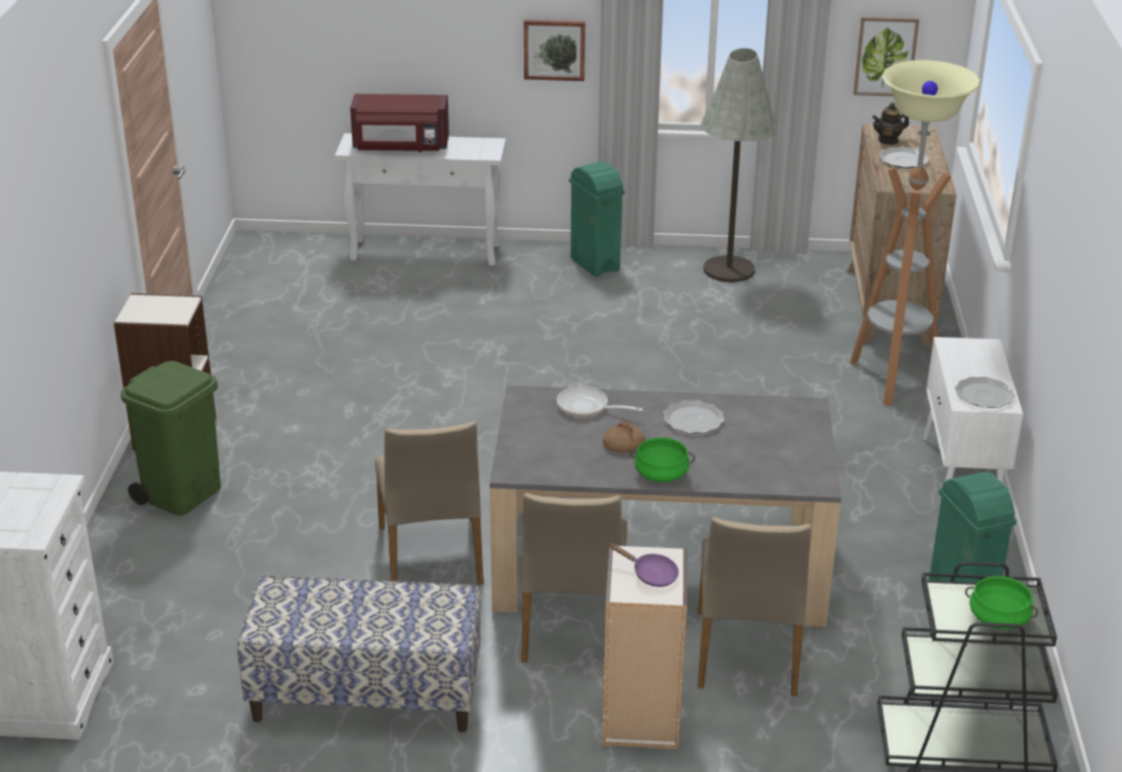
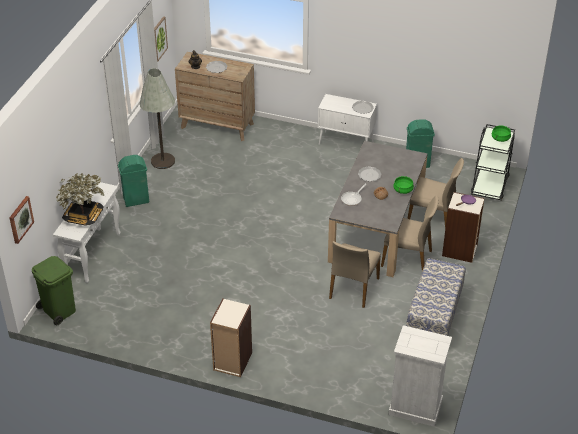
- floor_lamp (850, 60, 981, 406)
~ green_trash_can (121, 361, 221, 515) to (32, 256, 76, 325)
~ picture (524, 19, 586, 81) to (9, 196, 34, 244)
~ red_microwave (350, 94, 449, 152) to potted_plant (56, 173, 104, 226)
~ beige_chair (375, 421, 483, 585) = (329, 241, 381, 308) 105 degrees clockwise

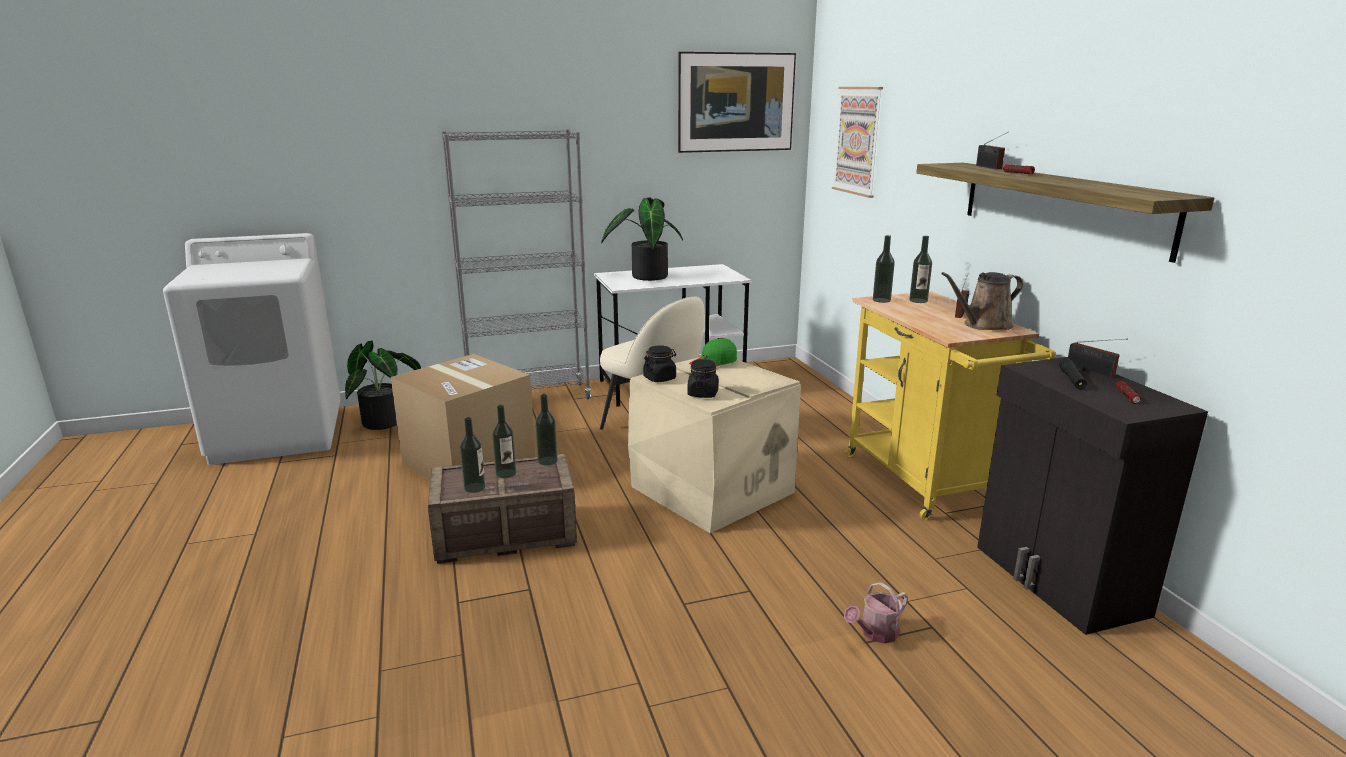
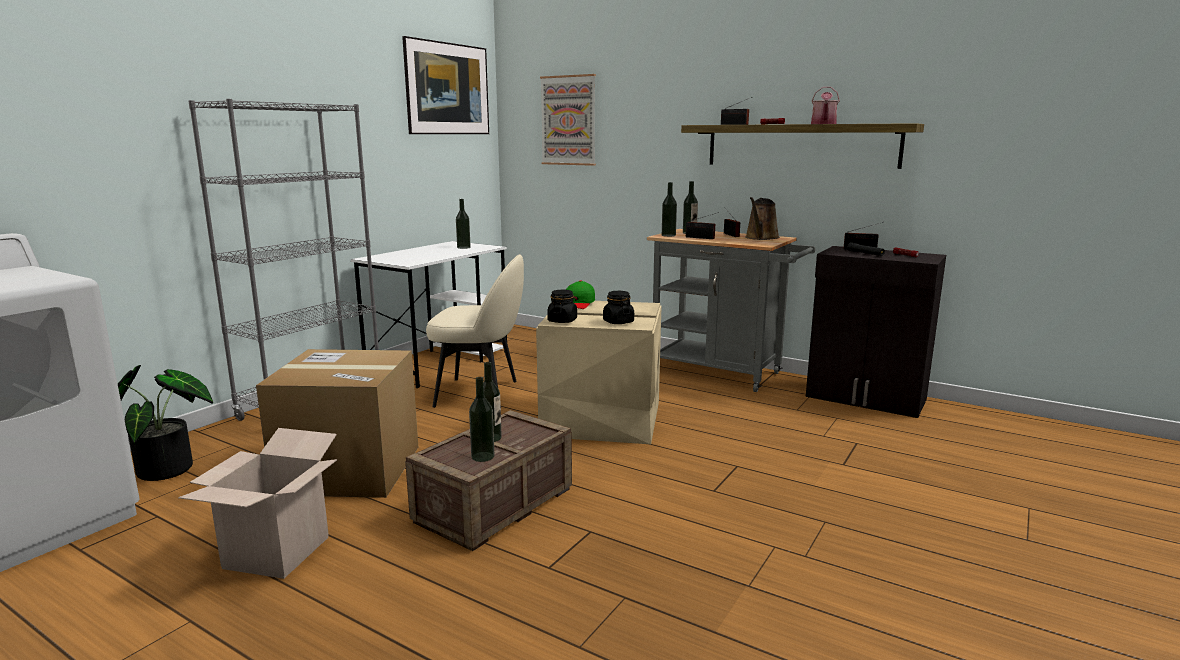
- potted_plant (601, 197, 683, 281)
+ cardboard_box (178, 428, 337, 579)
+ radio (686, 212, 719, 239)
~ bottle (535, 394, 558, 465) to (456, 199, 471, 249)
~ watering_can (844, 582, 908, 644) to (811, 87, 840, 124)
~ yellow_cart (845, 291, 1056, 520) to grey_cart (647, 229, 816, 392)

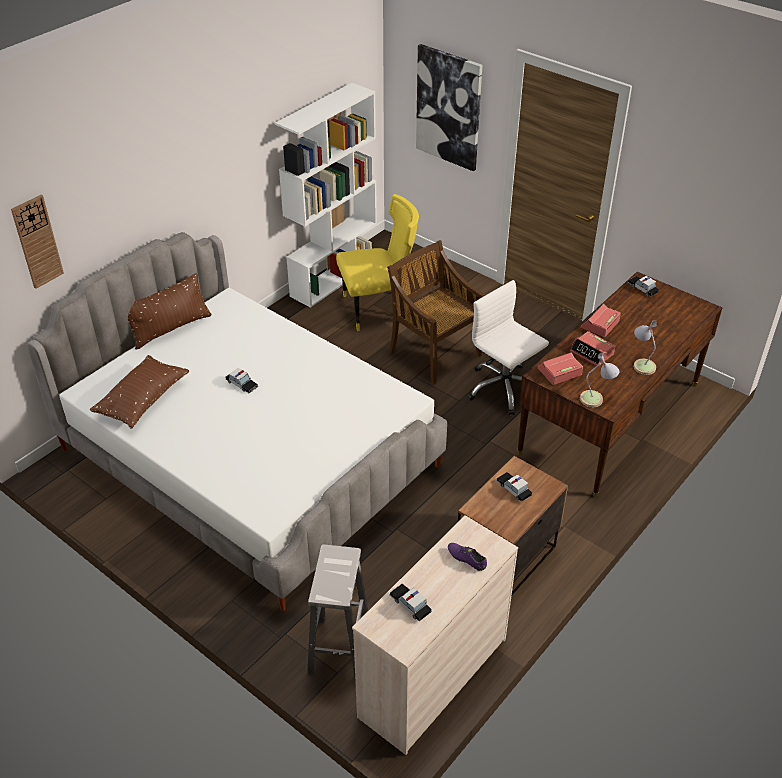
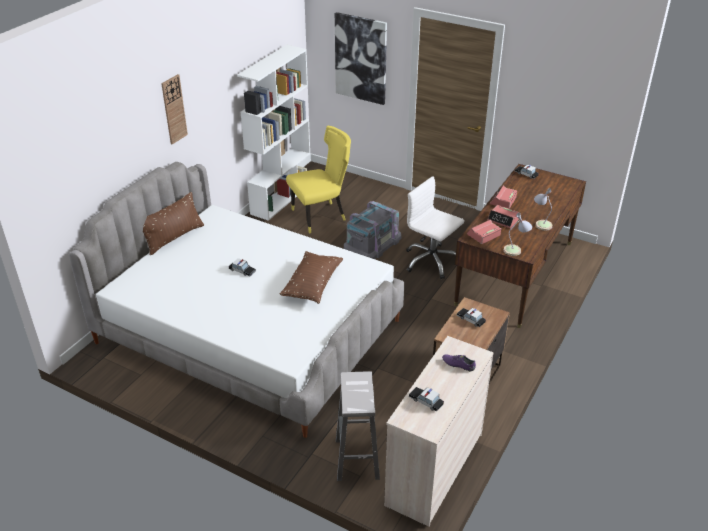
~ wall_clock (11, 194, 64, 289) to (161, 74, 188, 145)
~ brown_pillow (90, 355, 189, 428) to (280, 251, 343, 304)
~ brown_chair (387, 240, 485, 384) to grey_storage_box (344, 201, 401, 259)

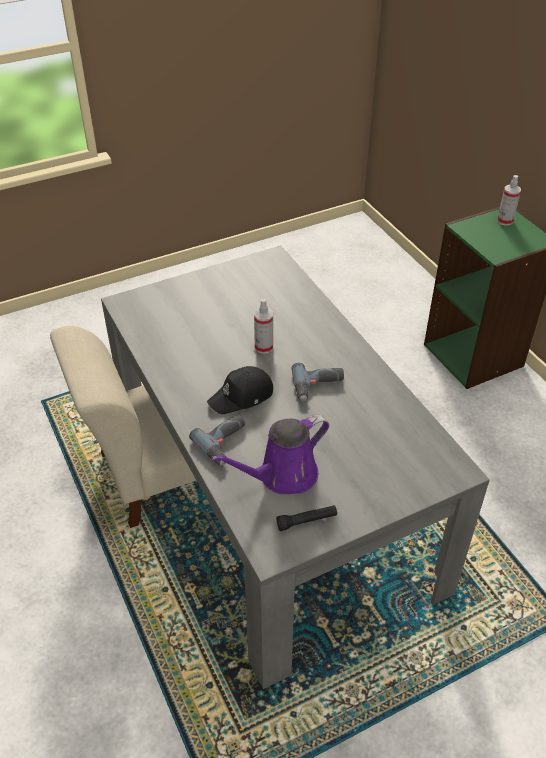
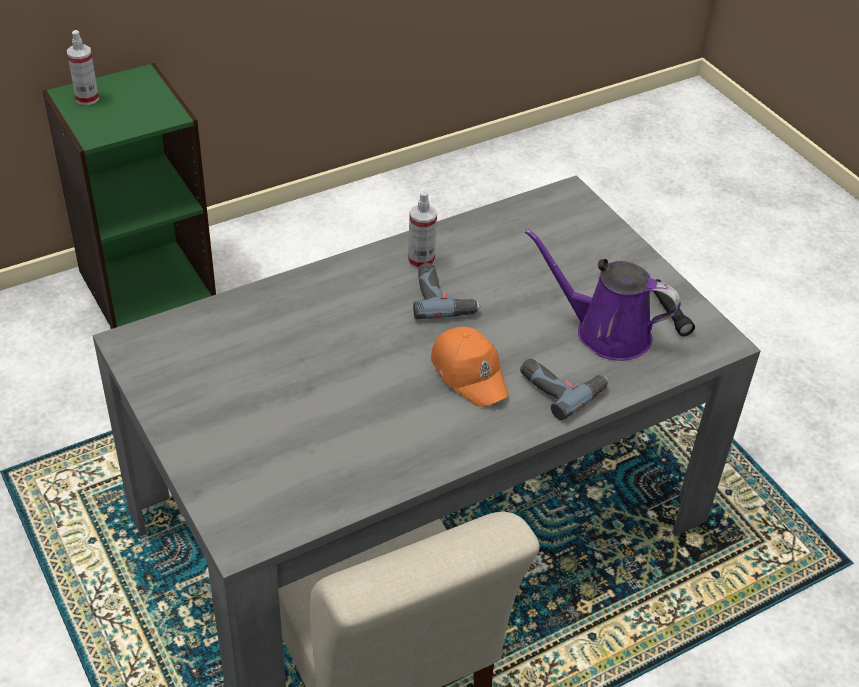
~ spray_bottle (254, 299, 273, 354) to (408, 191, 437, 269)
~ black_cap (207, 366, 273, 414) to orange_cap (431, 327, 509, 407)
~ purple_watering_can (211, 415, 329, 494) = (525, 229, 681, 361) 150 degrees clockwise

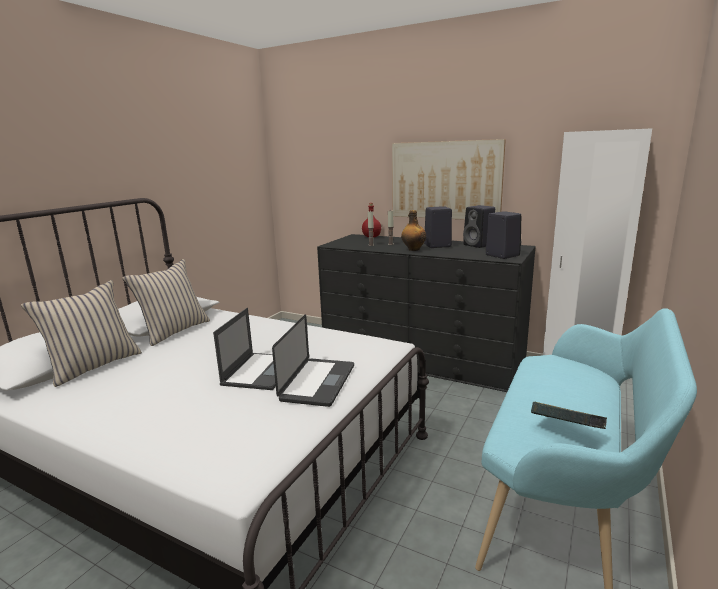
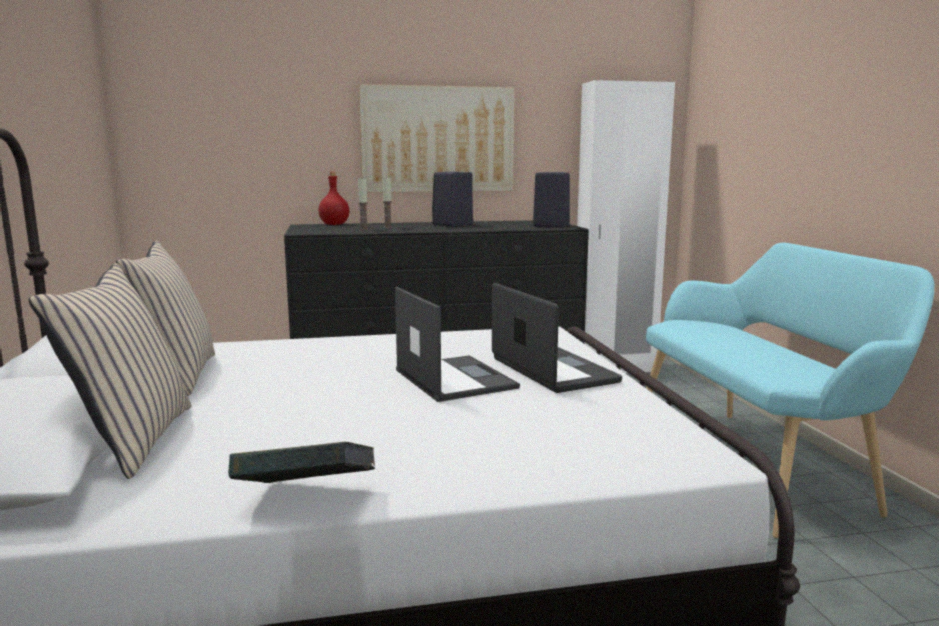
- bottle (401, 210, 426, 251)
- black_speaker (463, 205, 495, 248)
~ book (531, 402, 607, 429) to (228, 442, 375, 483)

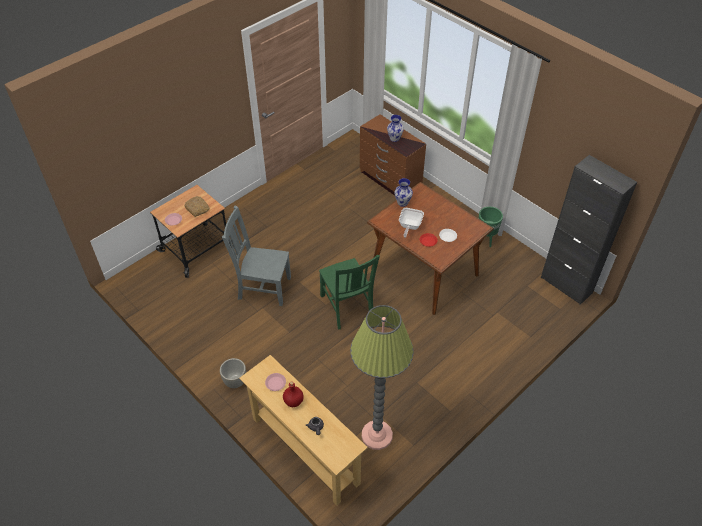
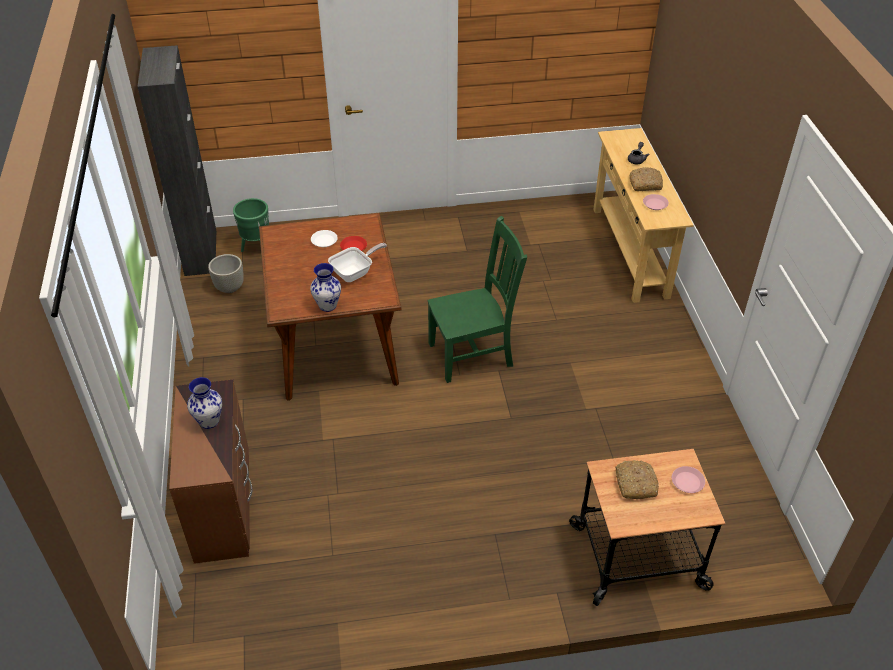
- grey_chair (222, 206, 291, 306)
- floor_lamp (350, 305, 414, 450)
~ grey_planter (220, 358, 246, 388) to (208, 254, 244, 293)
~ green_planter (479, 207, 503, 247) to (233, 198, 269, 252)
~ red_bottle (283, 381, 304, 407) to bread (630, 167, 663, 191)
~ green_chair (319, 255, 380, 329) = (428, 216, 527, 383) 60 degrees clockwise

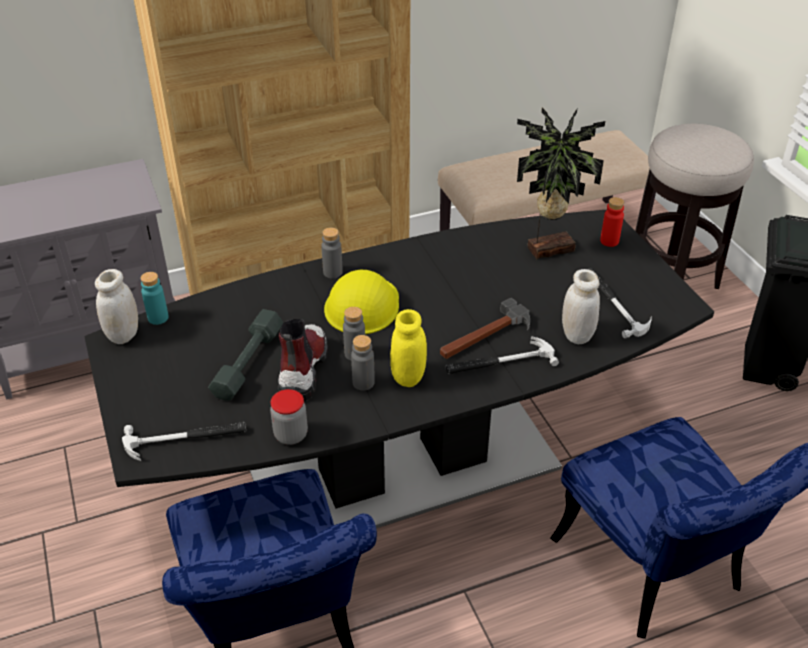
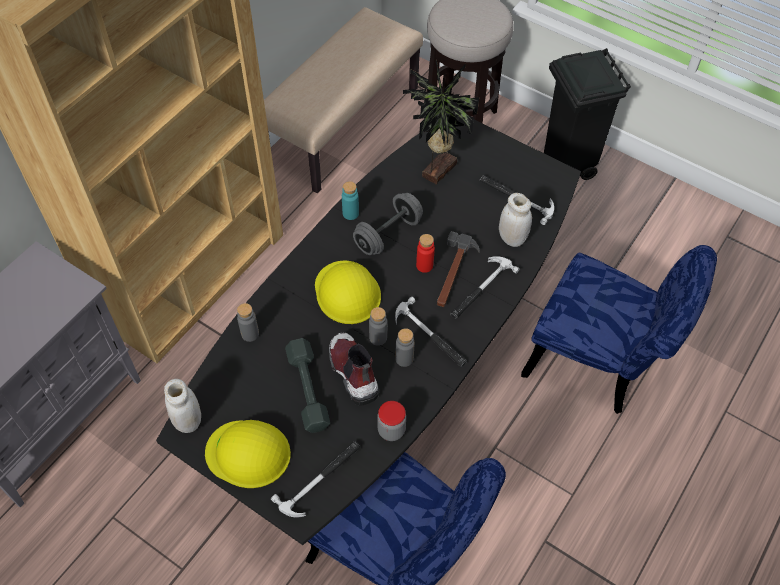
+ yellow_hard_hat (205, 420, 291, 488)
+ grey_dumbbell (353, 193, 423, 255)
~ turquoise_bottle (140, 272, 169, 325) to (342, 181, 359, 220)
~ grey_bottle (321, 227, 343, 278) to (237, 303, 259, 342)
~ red_bottle (600, 197, 624, 247) to (416, 234, 435, 273)
~ yellow_jar (390, 309, 427, 387) to hammer (395, 297, 467, 367)

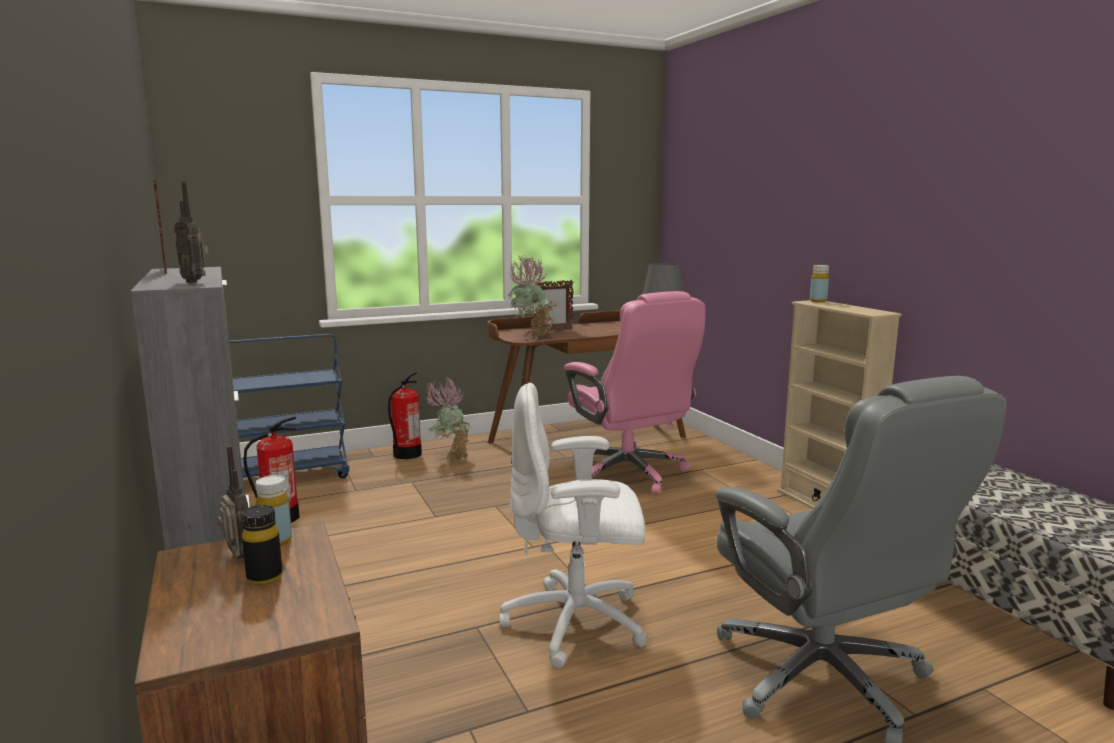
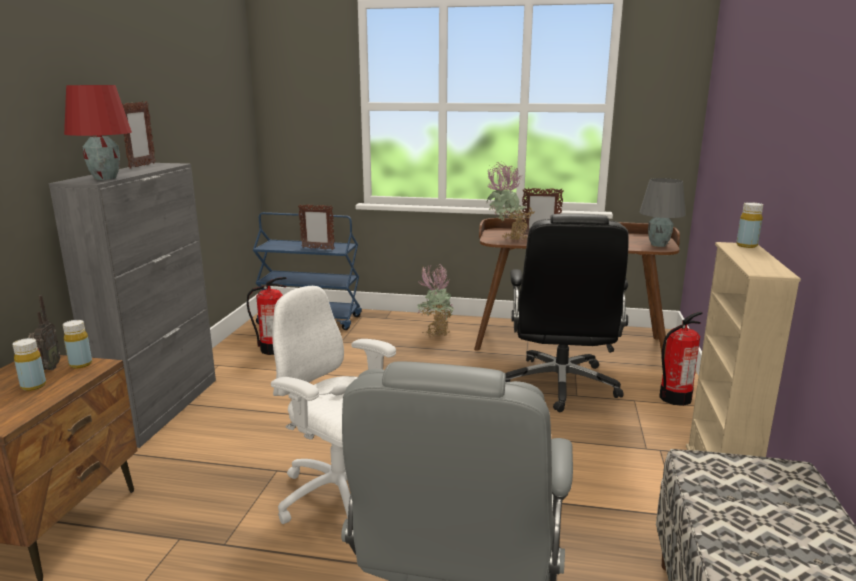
+ picture_frame (298, 204, 335, 250)
~ fire_extinguisher (388, 372, 422, 459) to (659, 312, 703, 406)
~ radio (174, 182, 209, 283) to red_table_lamp (64, 85, 132, 180)
~ black_bottle (242, 505, 282, 586) to yellow_bottle (13, 338, 46, 391)
~ pink_office_chair (564, 291, 705, 494) to black_office_chair (505, 214, 629, 412)

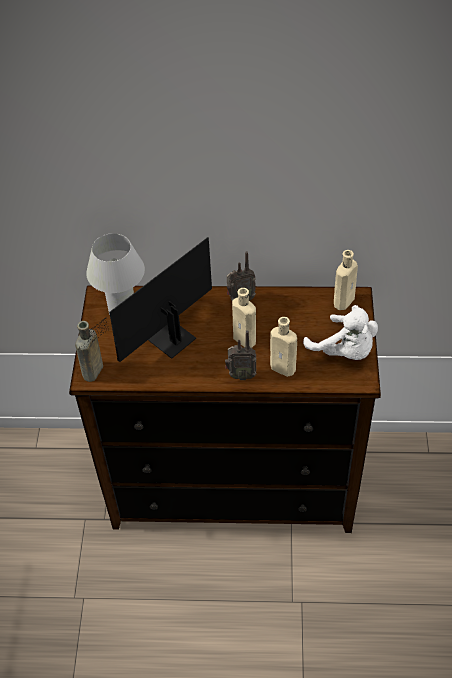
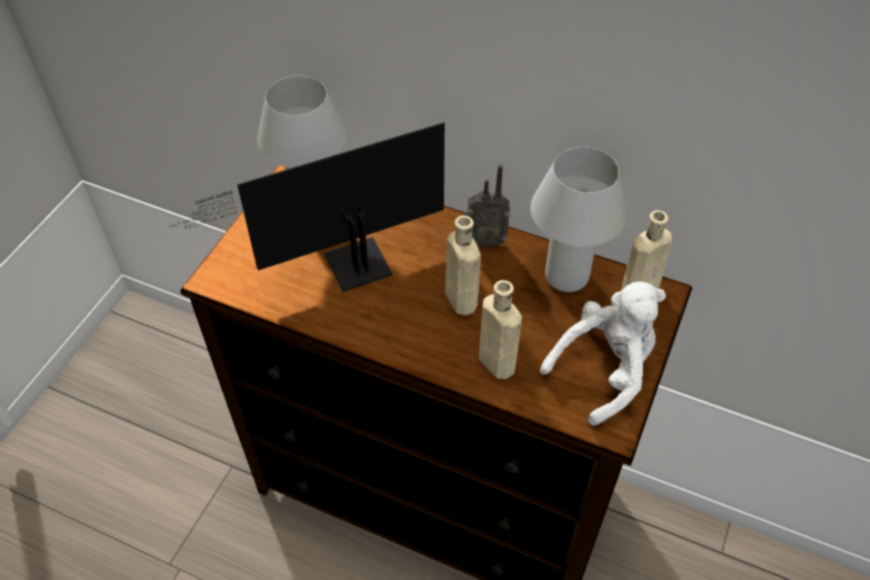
- brown_bottle (75, 321, 103, 382)
- radio (225, 330, 257, 380)
+ white_table_lamp (531, 147, 627, 292)
~ white_plush_toy (303, 305, 378, 360) = (540, 282, 666, 426) 105 degrees counterclockwise

